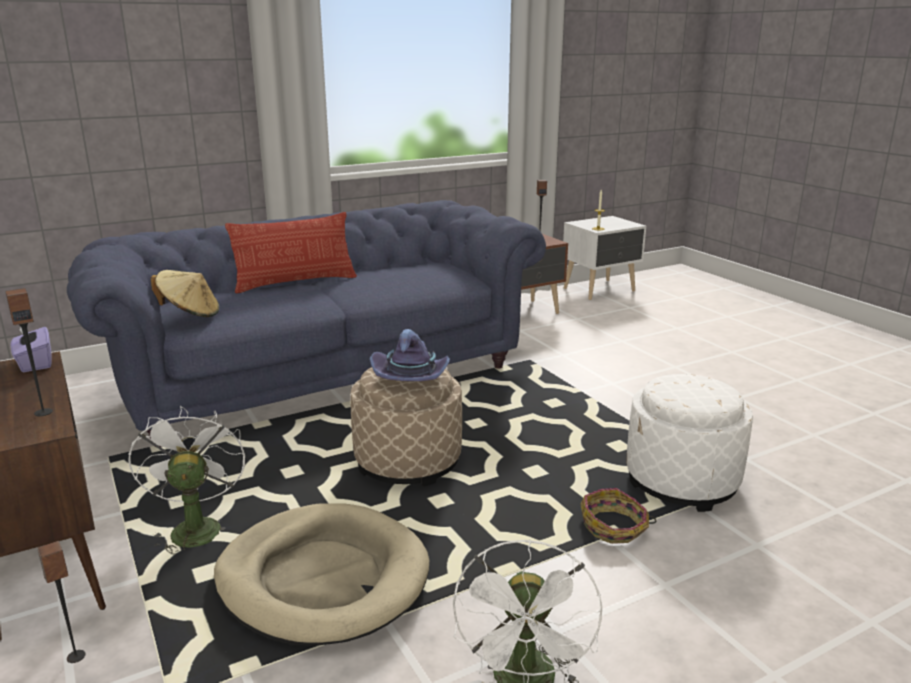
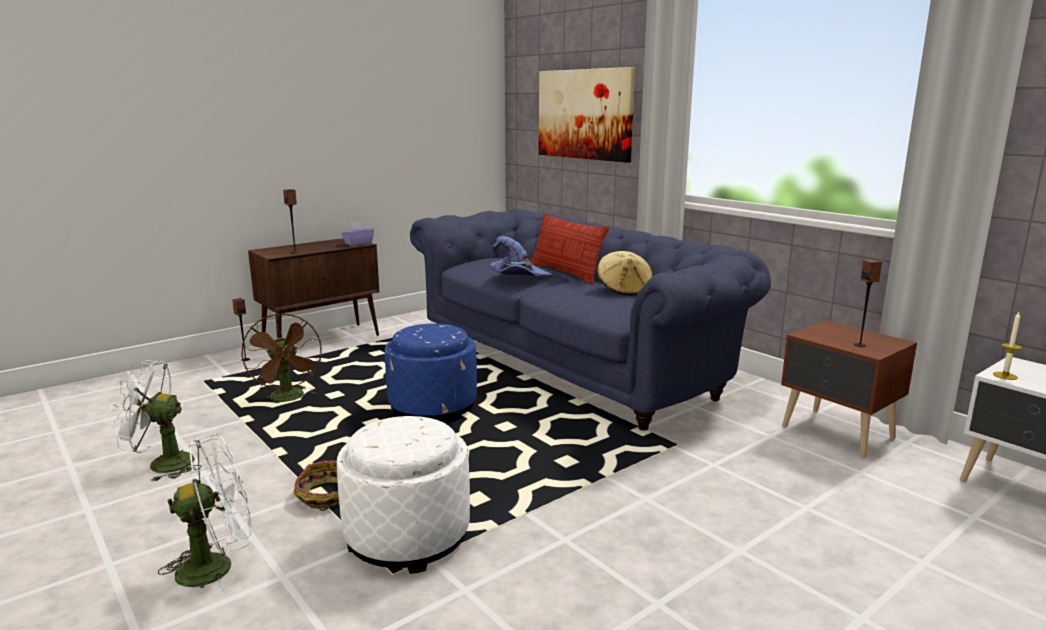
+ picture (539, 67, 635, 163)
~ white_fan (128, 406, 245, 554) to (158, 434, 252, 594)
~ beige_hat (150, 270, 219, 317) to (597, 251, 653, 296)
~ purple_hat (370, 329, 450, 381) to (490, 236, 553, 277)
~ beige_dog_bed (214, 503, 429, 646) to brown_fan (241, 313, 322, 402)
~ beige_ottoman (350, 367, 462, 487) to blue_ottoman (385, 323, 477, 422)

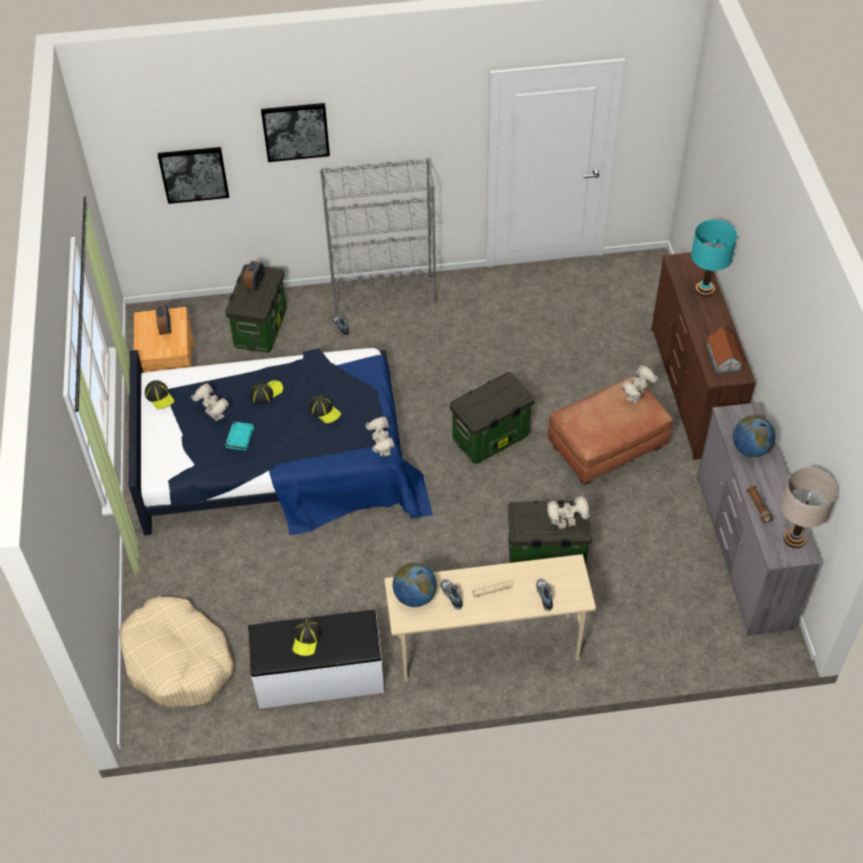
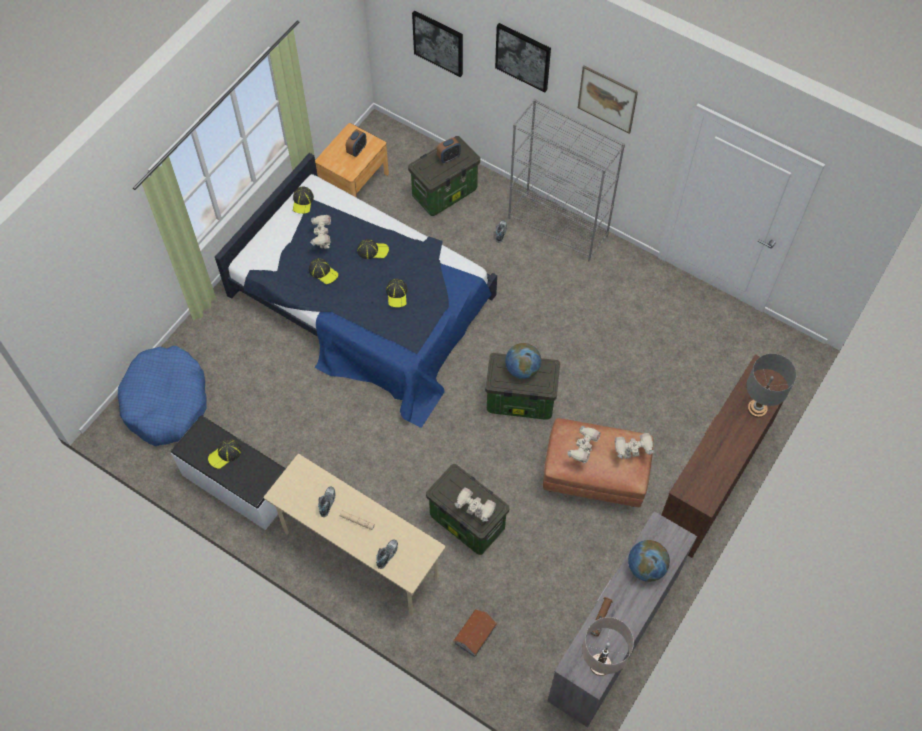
+ picture (578, 66, 638, 134)
~ toy_robot (366, 417, 395, 456) to (567, 426, 601, 463)
~ globe (393, 563, 437, 607) to (505, 343, 541, 379)
~ toy_house (707, 327, 744, 374) to (454, 609, 497, 657)
~ turquoise_book (225, 421, 255, 451) to cap (309, 258, 338, 284)
~ beige_dog_bed (119, 597, 235, 708) to blue_dog_bed (118, 346, 207, 446)
~ turquoise_table_lamp (691, 219, 737, 297) to grey_table_lamp (746, 353, 796, 418)

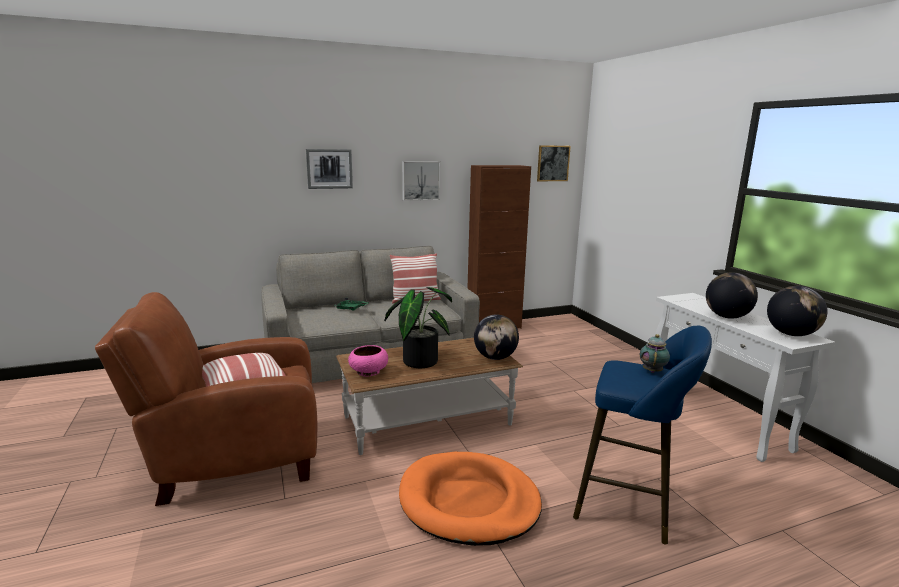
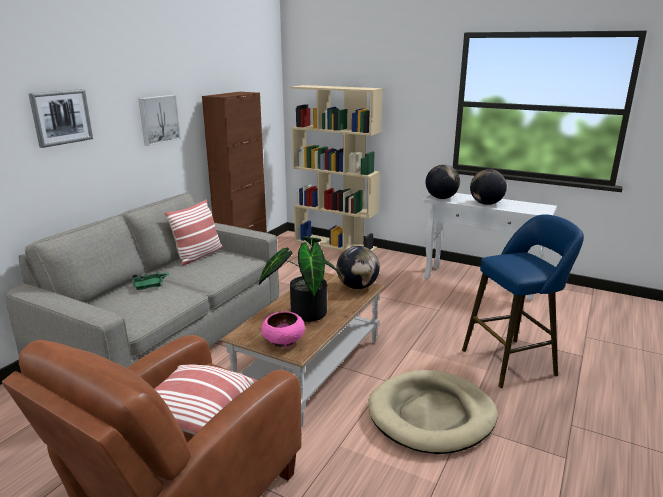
- picture (537, 145, 571, 182)
- teapot (640, 334, 670, 373)
+ beige_bookcase (291, 85, 383, 251)
~ globe (767, 286, 828, 336) to (426, 165, 460, 199)
~ orange_dog_bed (399, 452, 542, 546) to beige_dog_bed (368, 370, 498, 454)

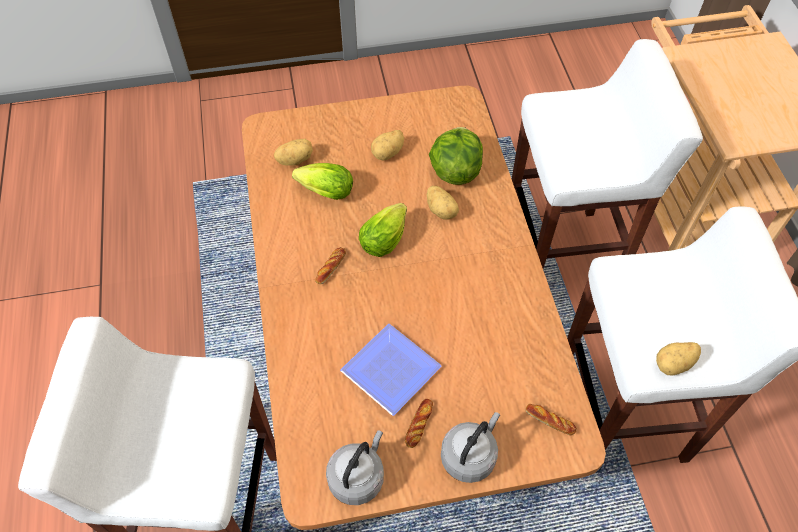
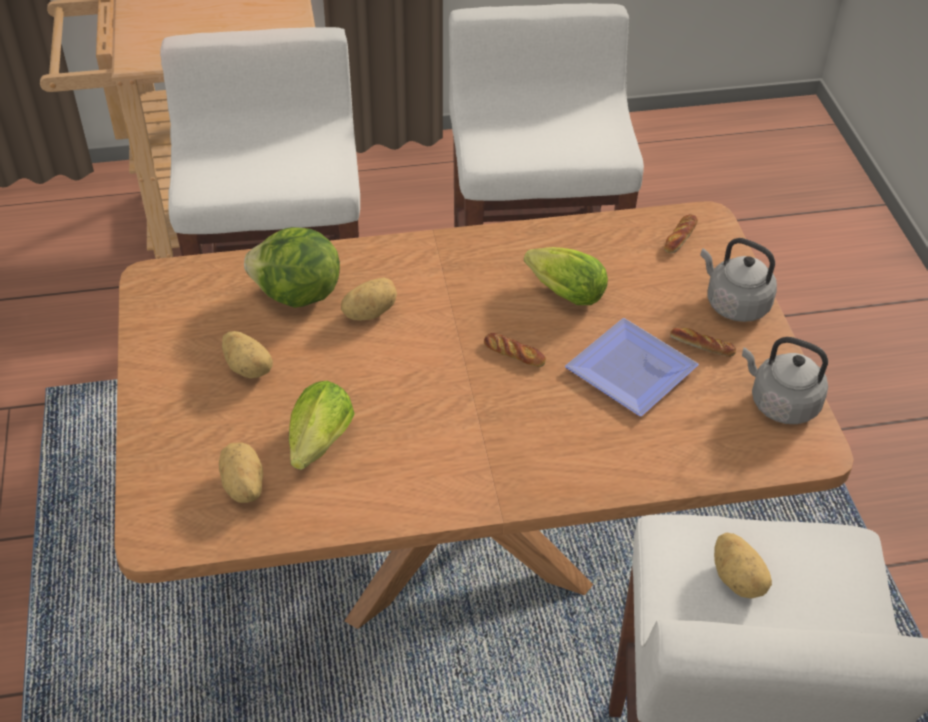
~ bread (315, 247, 346, 284) to (484, 333, 546, 367)
~ lettuce (359, 203, 407, 257) to (524, 247, 608, 305)
~ potato (656, 342, 701, 376) to (714, 533, 772, 599)

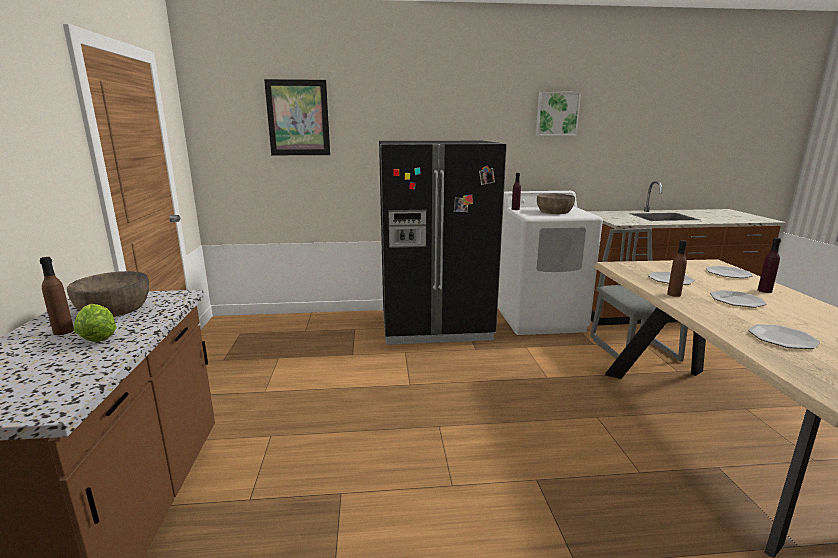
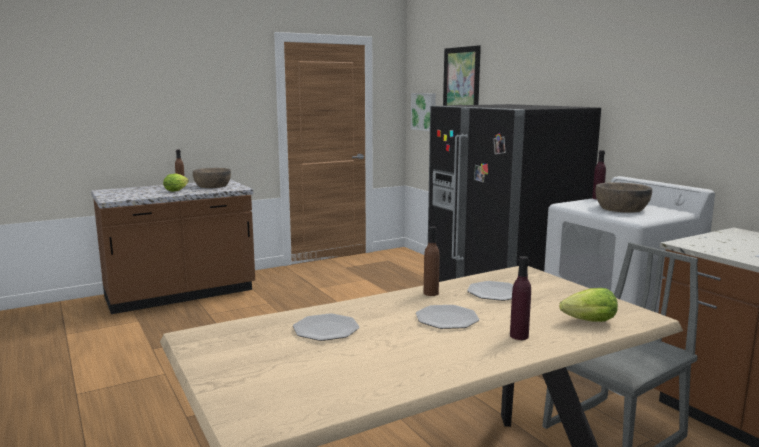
~ picture (536, 92, 581, 136) to (411, 93, 436, 131)
~ plate (706, 266, 753, 278) to lettuce (559, 288, 618, 322)

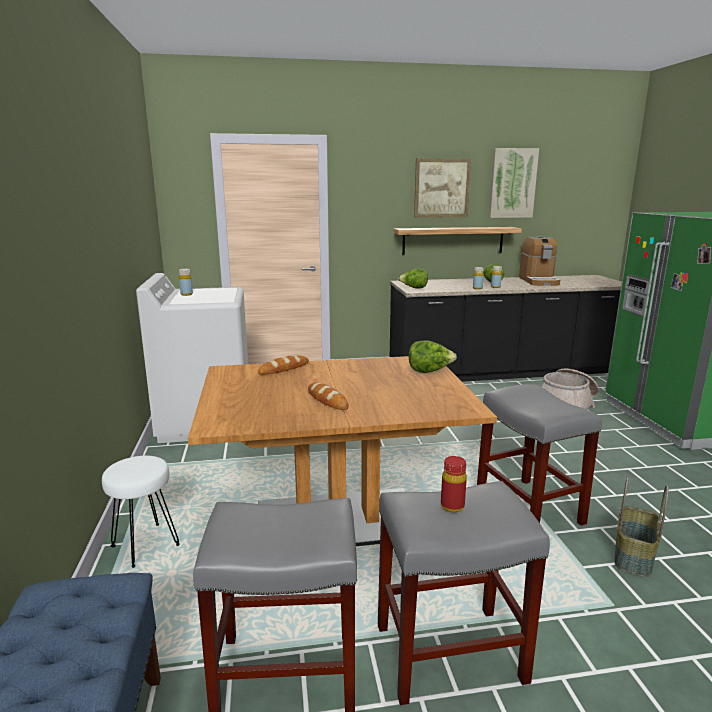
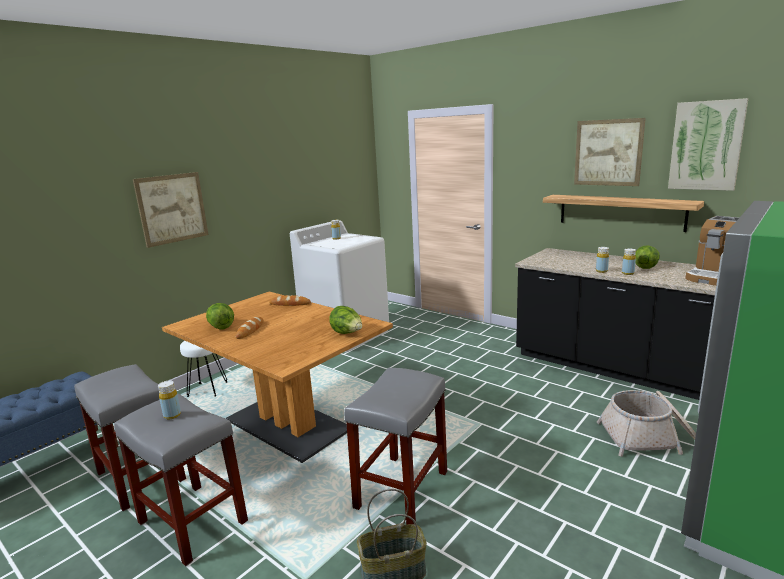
+ picture (133, 172, 208, 248)
~ lettuce (398, 268, 428, 289) to (206, 303, 234, 329)
~ red_bottle (441, 456, 467, 512) to yellow_bottle (158, 380, 181, 419)

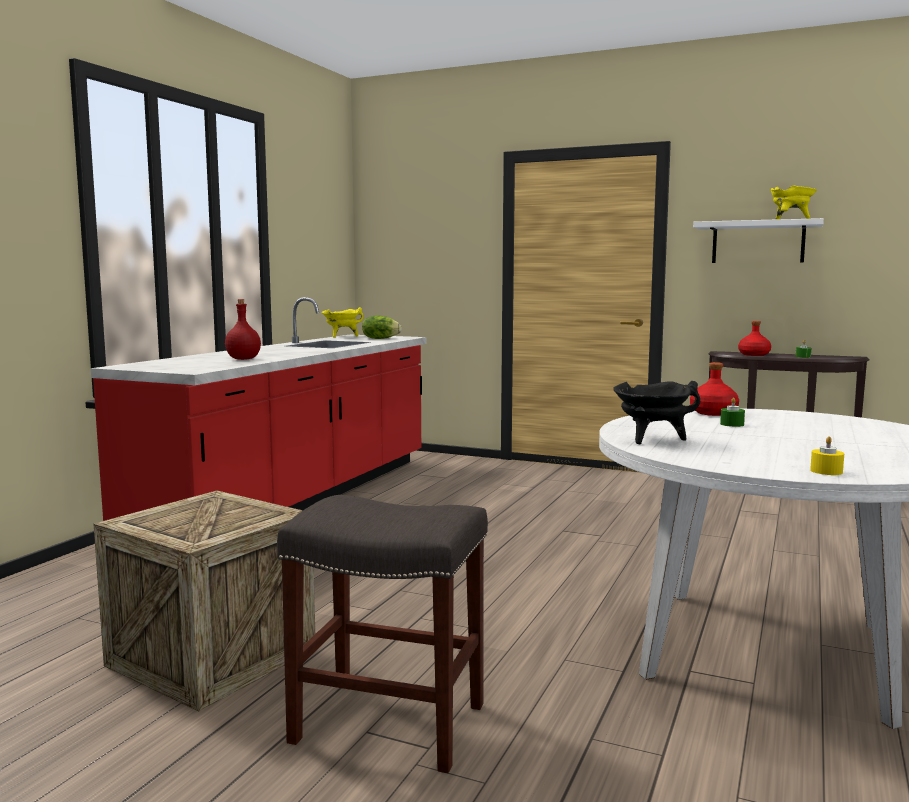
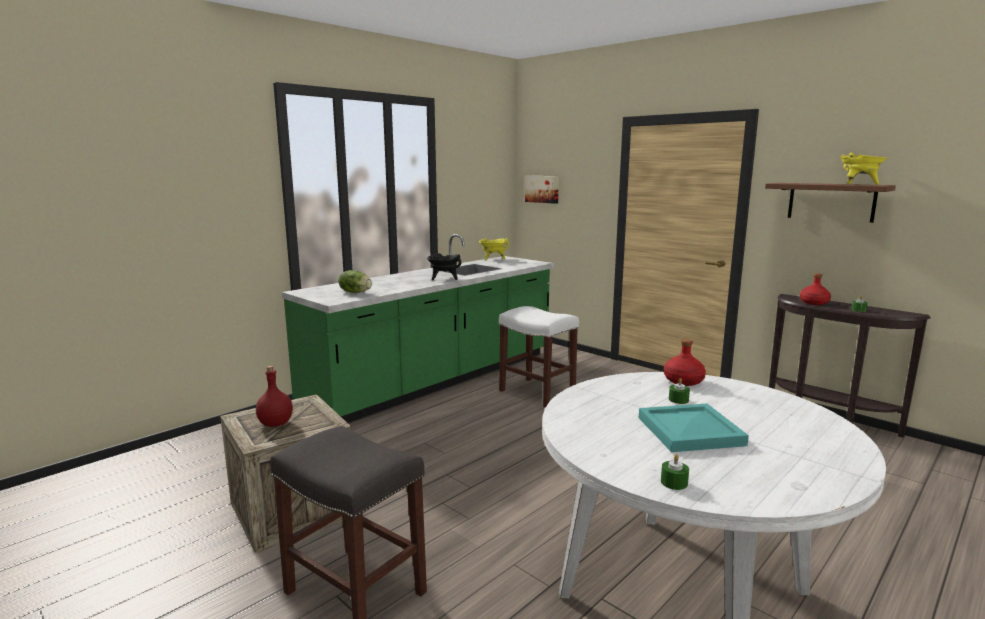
+ white_stool (499, 306, 579, 407)
+ picture (525, 176, 559, 204)
+ turquoise_tray (639, 404, 749, 452)
~ red_bottle (225, 299, 261, 360) to (256, 366, 293, 427)
~ lettuce (362, 316, 402, 339) to (338, 270, 372, 293)
~ black_cooking_pot (613, 381, 700, 445) to (427, 253, 462, 280)
~ red_counter (91, 297, 427, 521) to green_counter (282, 234, 554, 423)
~ white_shelf (693, 218, 824, 263) to brown_shelf (765, 183, 896, 223)
~ yellow_candle (810, 436, 844, 475) to green_candle (661, 454, 689, 490)

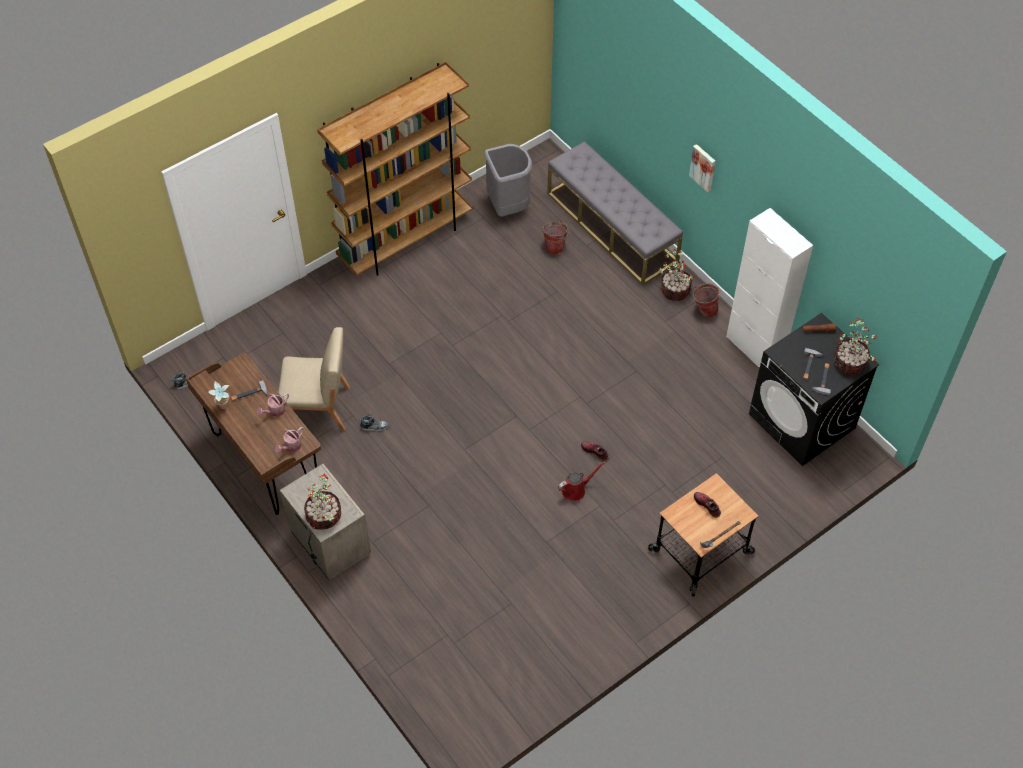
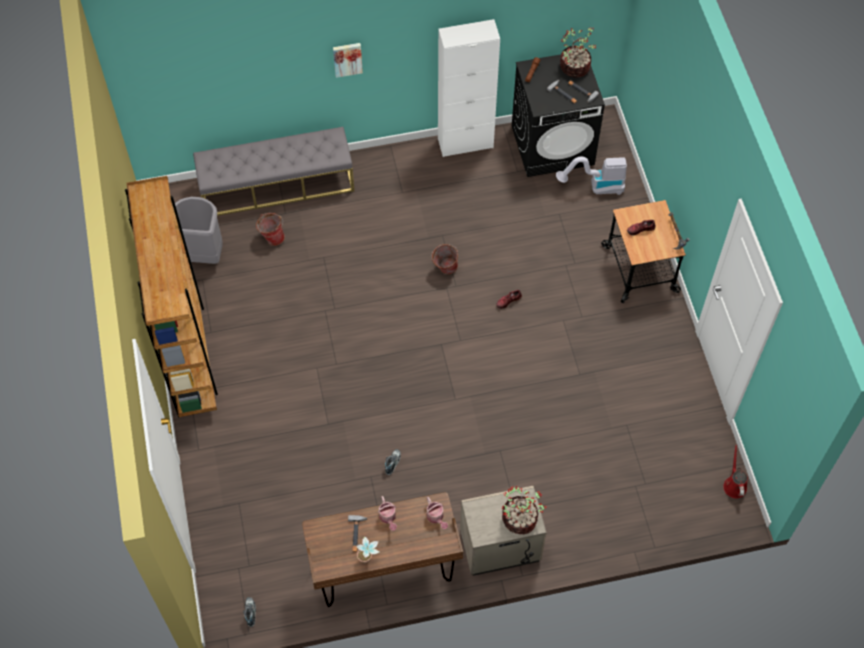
- beige_chair (278, 327, 350, 431)
- potted_plant (657, 249, 694, 301)
+ vacuum_cleaner (556, 157, 627, 195)
~ red_watering_can (558, 462, 605, 501) to (723, 444, 748, 498)
~ bucket (693, 283, 721, 318) to (431, 244, 458, 275)

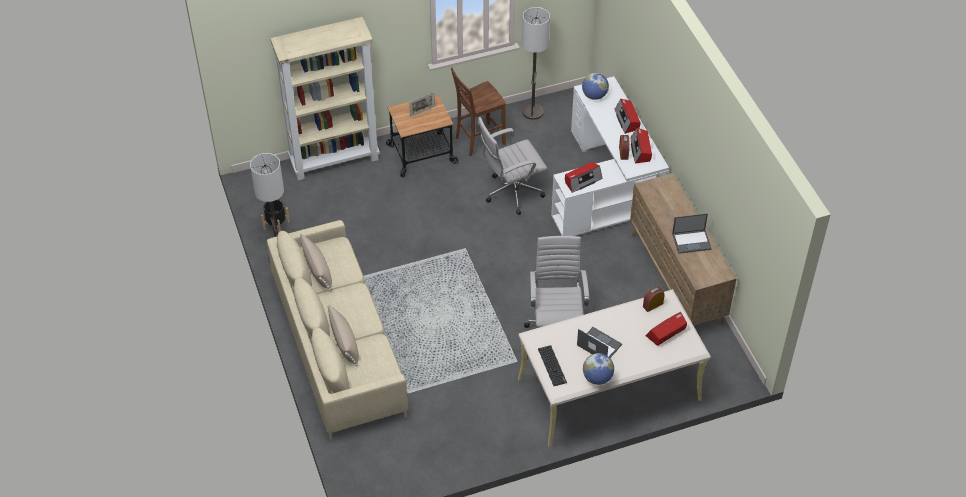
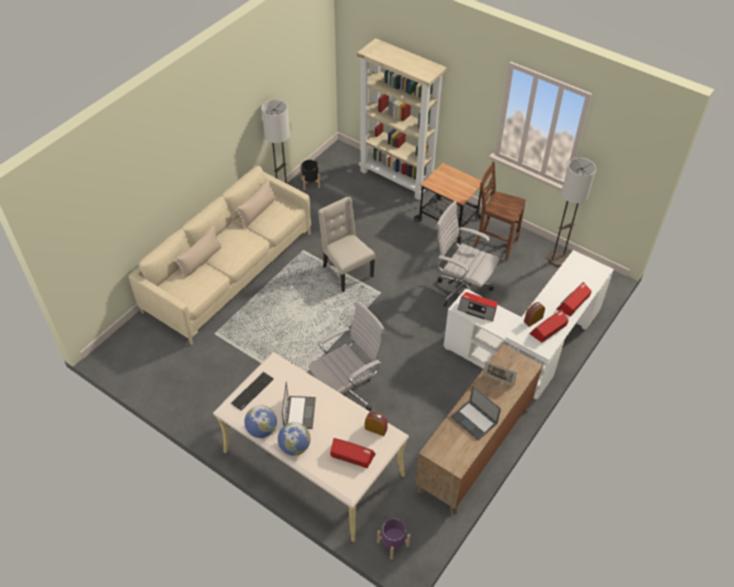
+ beige_chair (318, 197, 375, 292)
+ purple_planter (377, 518, 410, 559)
~ picture_frame (409, 92, 435, 117) to (483, 361, 517, 386)
~ globe (582, 73, 609, 100) to (278, 422, 310, 455)

